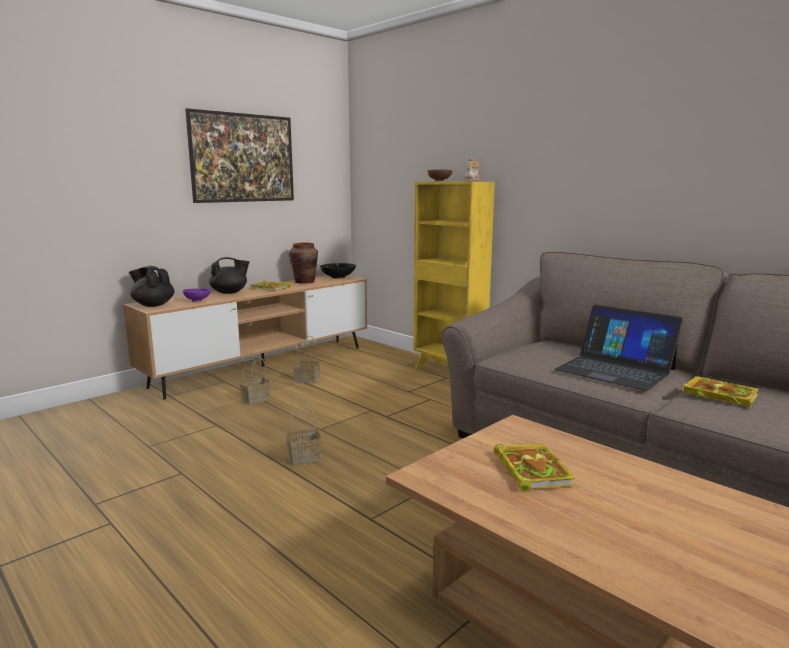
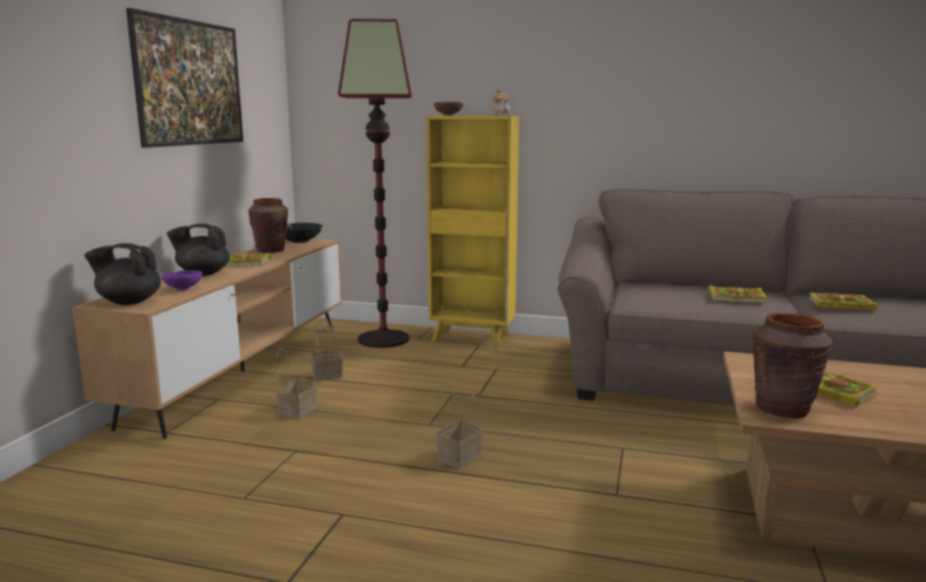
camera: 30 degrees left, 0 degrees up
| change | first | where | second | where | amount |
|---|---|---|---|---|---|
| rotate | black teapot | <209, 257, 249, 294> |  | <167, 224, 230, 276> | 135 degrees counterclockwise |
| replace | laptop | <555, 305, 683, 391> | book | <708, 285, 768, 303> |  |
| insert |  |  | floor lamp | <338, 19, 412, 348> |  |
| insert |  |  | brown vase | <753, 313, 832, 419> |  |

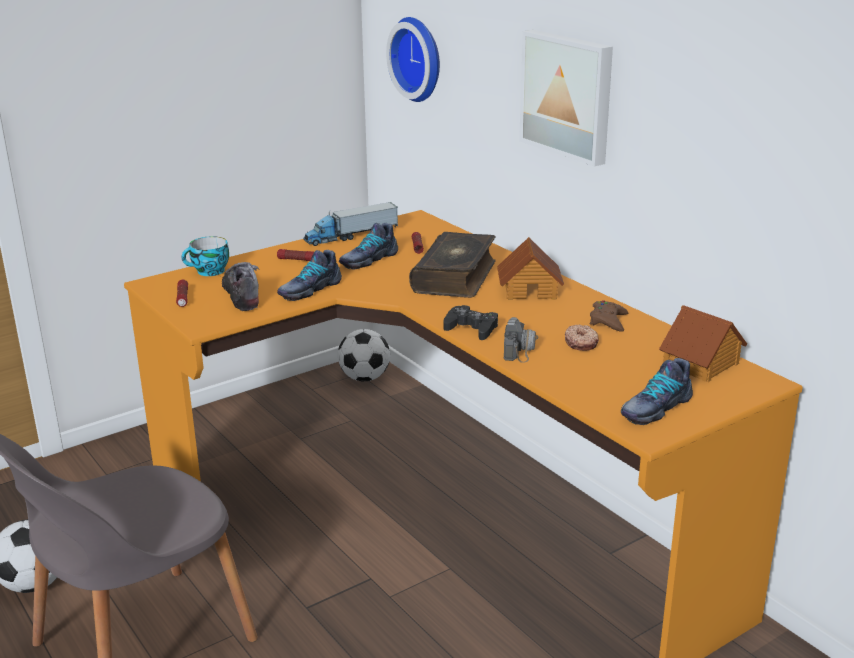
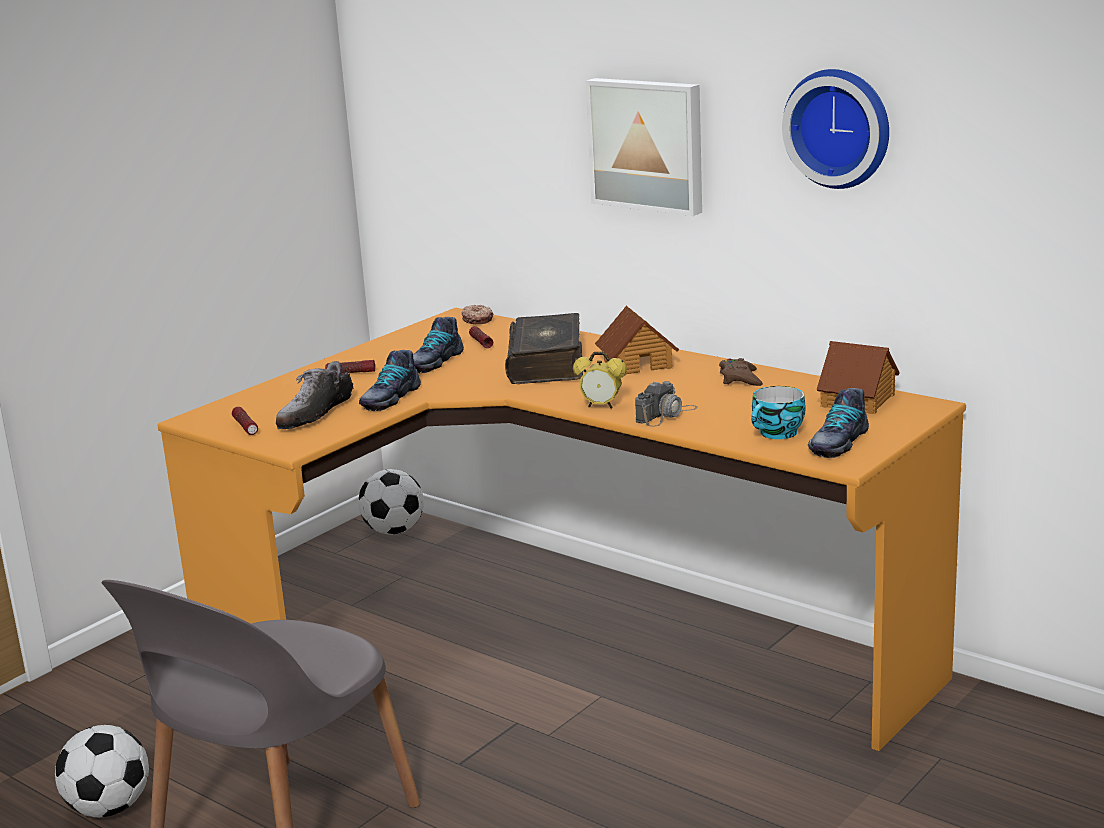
camera: 15 degrees left, 5 degrees down
| change | first | where | second | where | amount |
|---|---|---|---|---|---|
| move | wall clock | <386, 17, 440, 102> |  | <782, 69, 889, 189> |  |
| delete | toy truck | <303, 202, 398, 246> |  |  |  |
| move | cup | <182, 236, 229, 276> |  | <751, 386, 806, 439> |  |
| rotate | shoe | <222, 262, 259, 311> |  | <276, 361, 353, 429> | 120 degrees counterclockwise |
| replace | black game controller | <443, 305, 498, 340> | alarm clock | <573, 352, 627, 409> |  |
| rotate | photo camera | <503, 317, 539, 363> |  | <635, 381, 698, 427> | 45 degrees clockwise |
| move | donut | <565, 324, 599, 351> |  | <462, 305, 493, 324> |  |

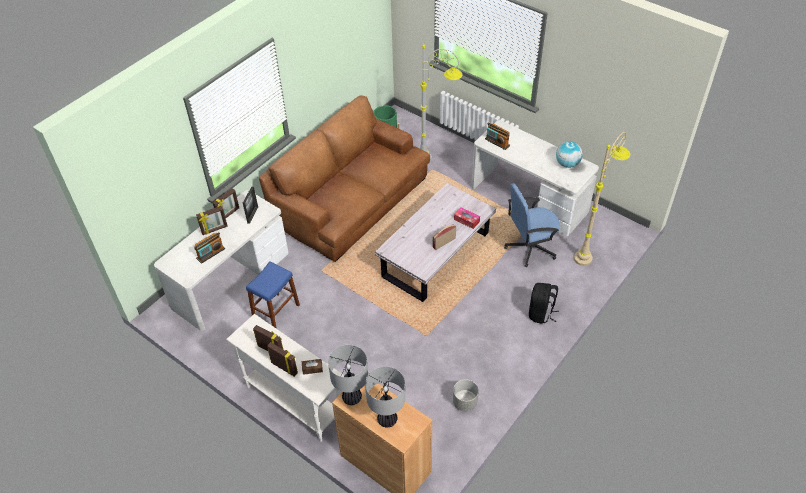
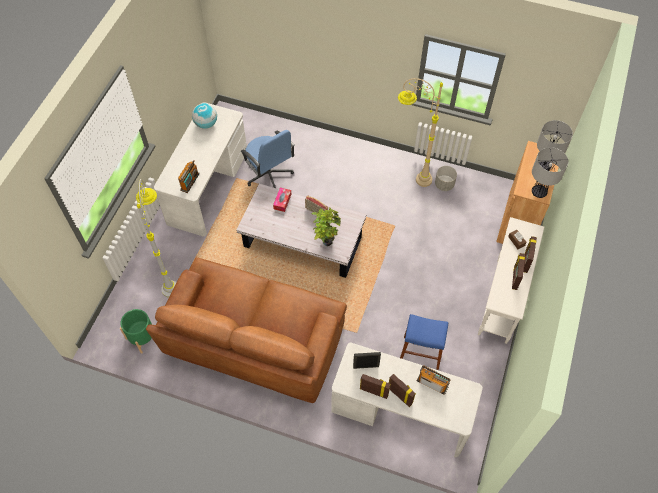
camera: 110 degrees left, 10 degrees up
| change | first | where | second | where | amount |
|---|---|---|---|---|---|
| move | beige floor lamp | <574, 132, 630, 266> |  | <398, 78, 443, 187> |  |
| delete | black backpack | <529, 283, 559, 324> |  |  |  |
| insert |  |  | potted plant | <312, 207, 341, 246> |  |

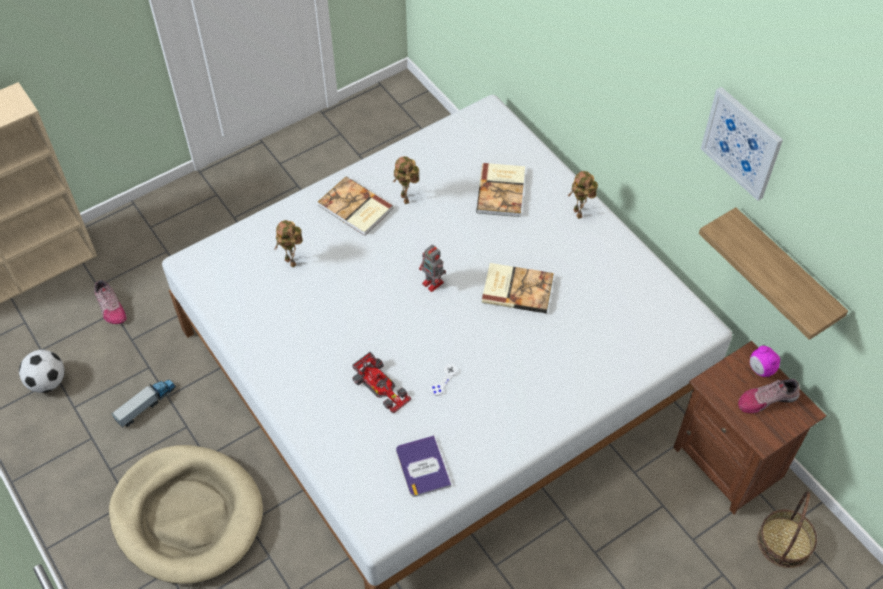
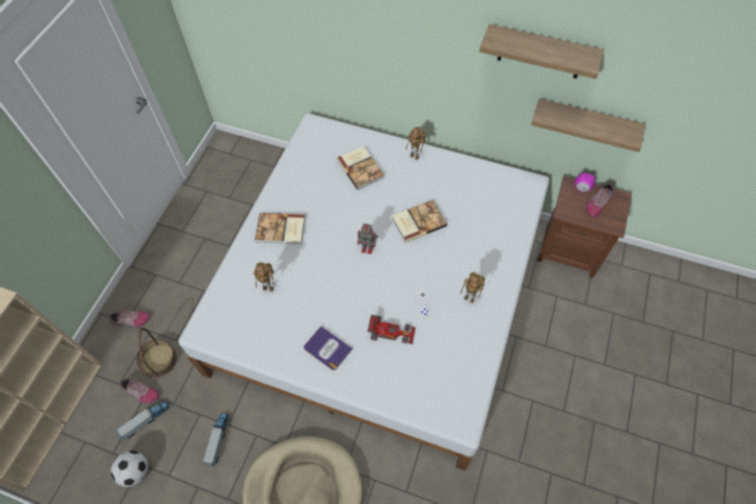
camera: 35 degrees left, 5 degrees up
| change | first | where | second | where | amount |
|---|---|---|---|---|---|
| replace | picture | <701, 87, 783, 201> | shelf | <479, 24, 604, 79> |  |
| move | toy robot | <393, 156, 419, 204> |  | <460, 272, 485, 303> |  |
| move | book | <396, 435, 451, 497> |  | <304, 326, 353, 371> |  |
| move | basket | <757, 491, 817, 568> |  | <137, 328, 177, 378> |  |
| insert |  |  | shoe | <108, 310, 150, 327> |  |
| insert |  |  | toy truck | <116, 401, 170, 440> |  |

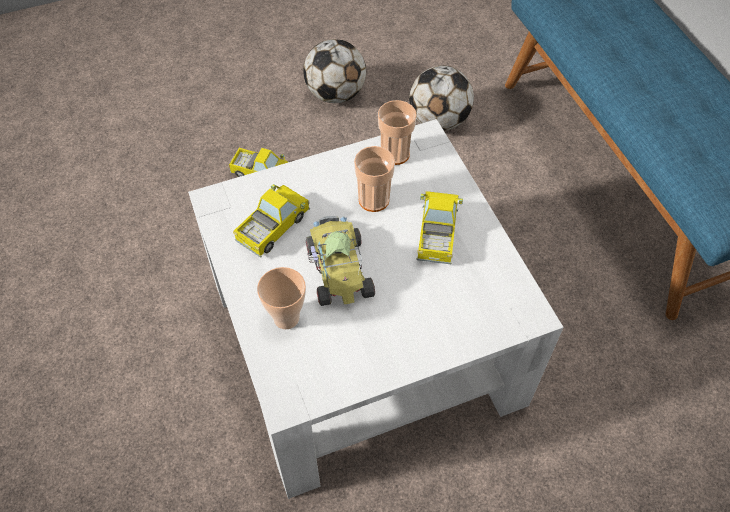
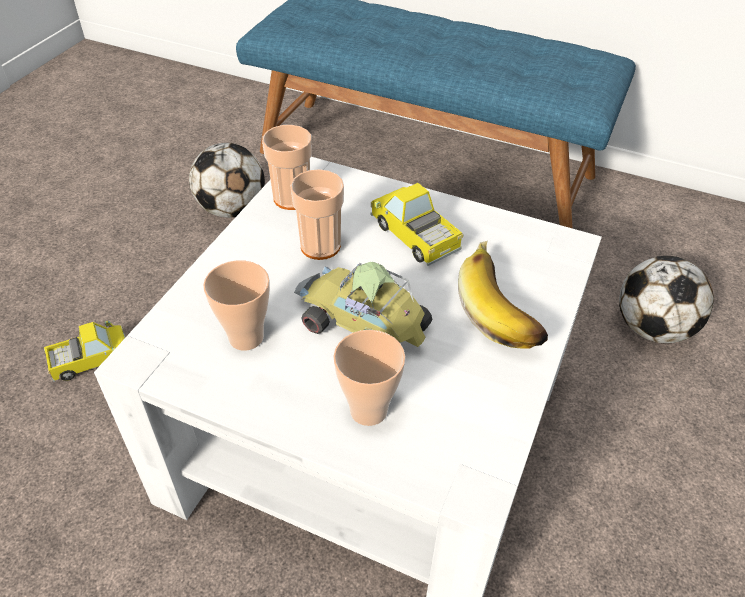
camera: 45 degrees left, 10 degrees down
| change | first | where | second | where | amount |
|---|---|---|---|---|---|
| move | football | <303, 39, 366, 103> |  | <619, 256, 714, 344> |  |
| replace | toy truck | <233, 184, 310, 258> | cup | <203, 260, 270, 351> |  |
| insert |  |  | banana | <458, 241, 548, 349> |  |

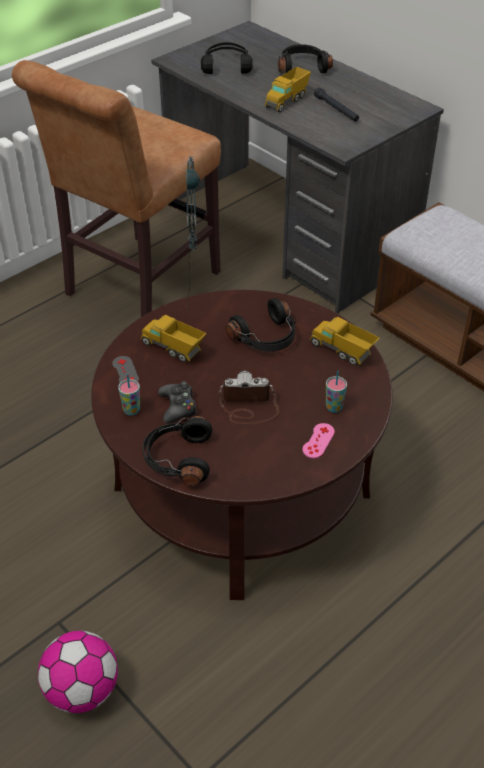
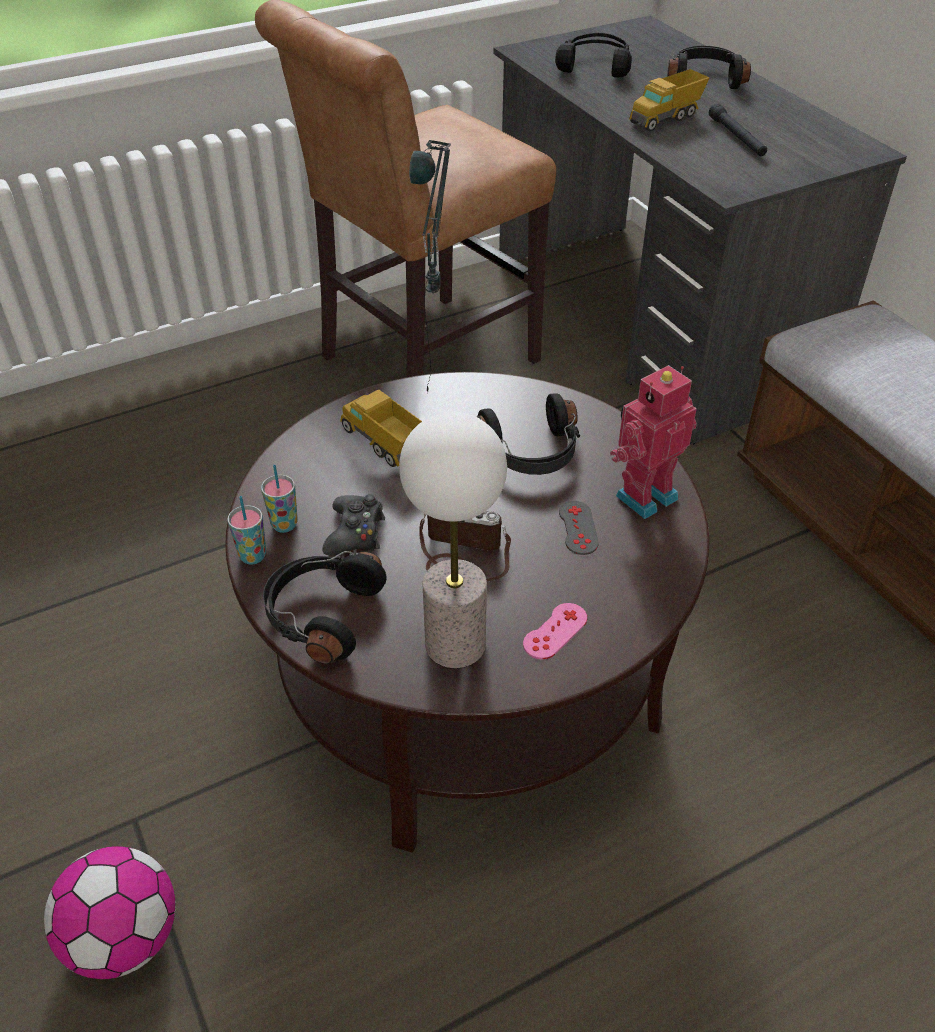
camera: 15 degrees right, 0 degrees up
| change | first | where | second | where | amount |
|---|---|---|---|---|---|
| replace | toy truck | <310, 317, 380, 366> | toy robot | <610, 365, 697, 519> |  |
| move | grey game controller | <112, 356, 139, 383> |  | <559, 501, 599, 555> |  |
| move | cup | <326, 371, 347, 413> |  | <227, 496, 266, 565> |  |
| insert |  |  | table lamp | <399, 412, 507, 668> |  |

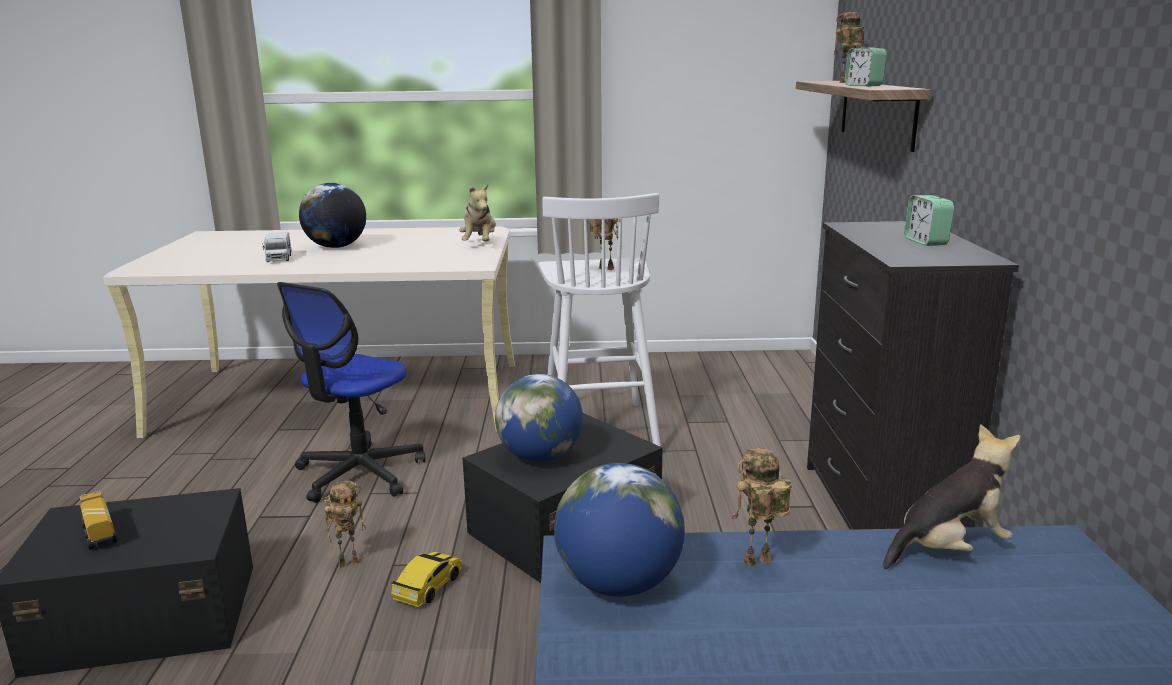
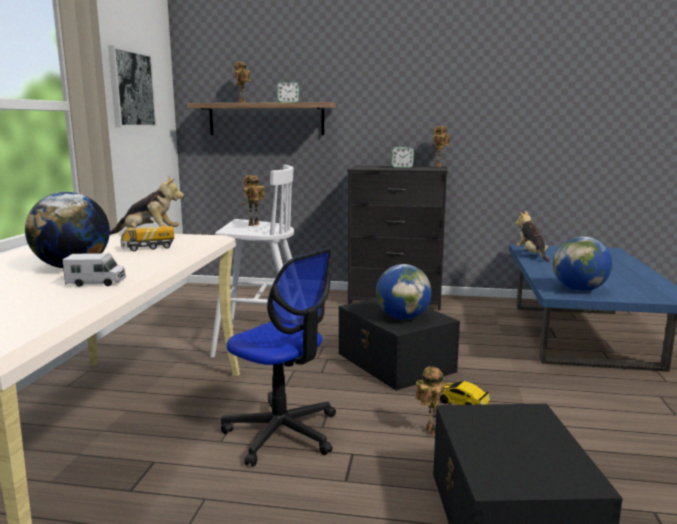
camera: 80 degrees left, 5 degrees down
| change | first | where | second | where | amount |
|---|---|---|---|---|---|
| move | toy robot | <732, 448, 792, 567> |  | <432, 126, 450, 167> |  |
| move | toy truck | <80, 491, 118, 550> |  | <121, 226, 174, 251> |  |
| insert |  |  | picture | <108, 45, 157, 128> |  |

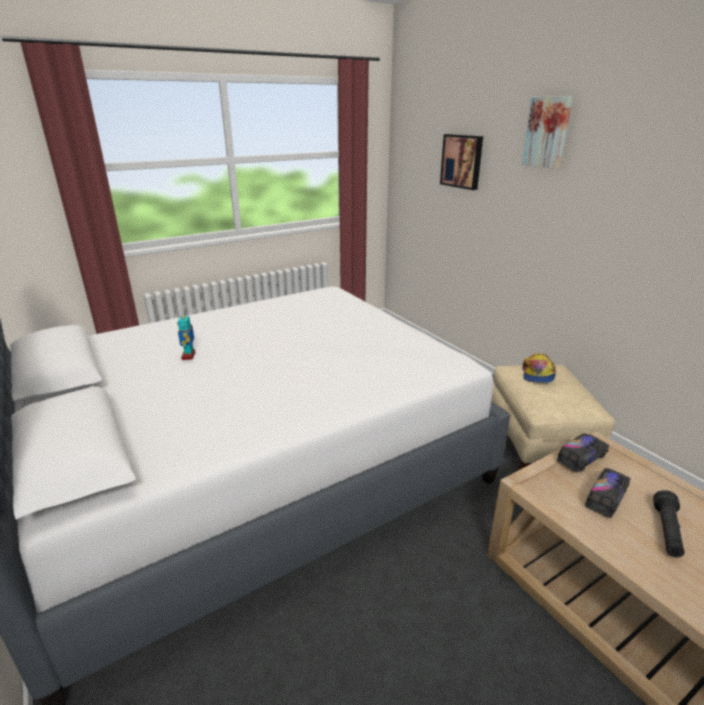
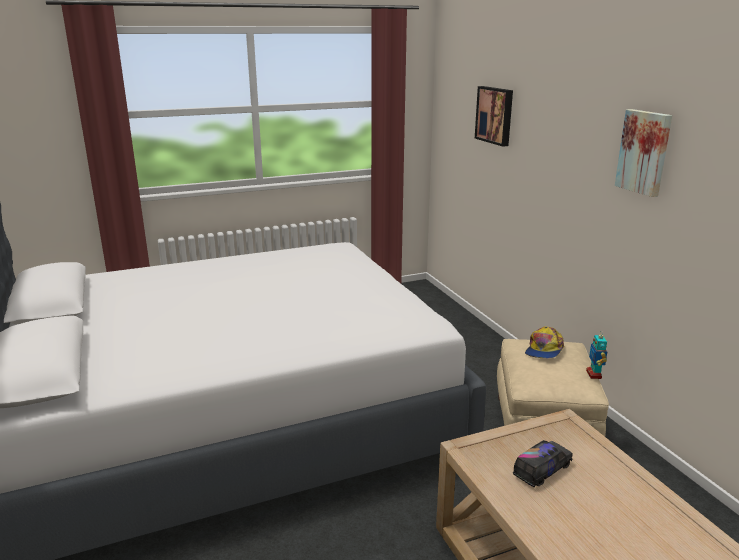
camera: 10 degrees right, 5 degrees down
| change | first | where | second | where | amount |
|---|---|---|---|---|---|
| move | picture | <522, 96, 573, 169> |  | <615, 109, 672, 197> |  |
| move | toy robot | <177, 315, 195, 360> |  | <586, 330, 607, 379> |  |
| delete | toy truck | <557, 433, 609, 472> |  |  |  |
| delete | black flashlight | <653, 490, 684, 557> |  |  |  |

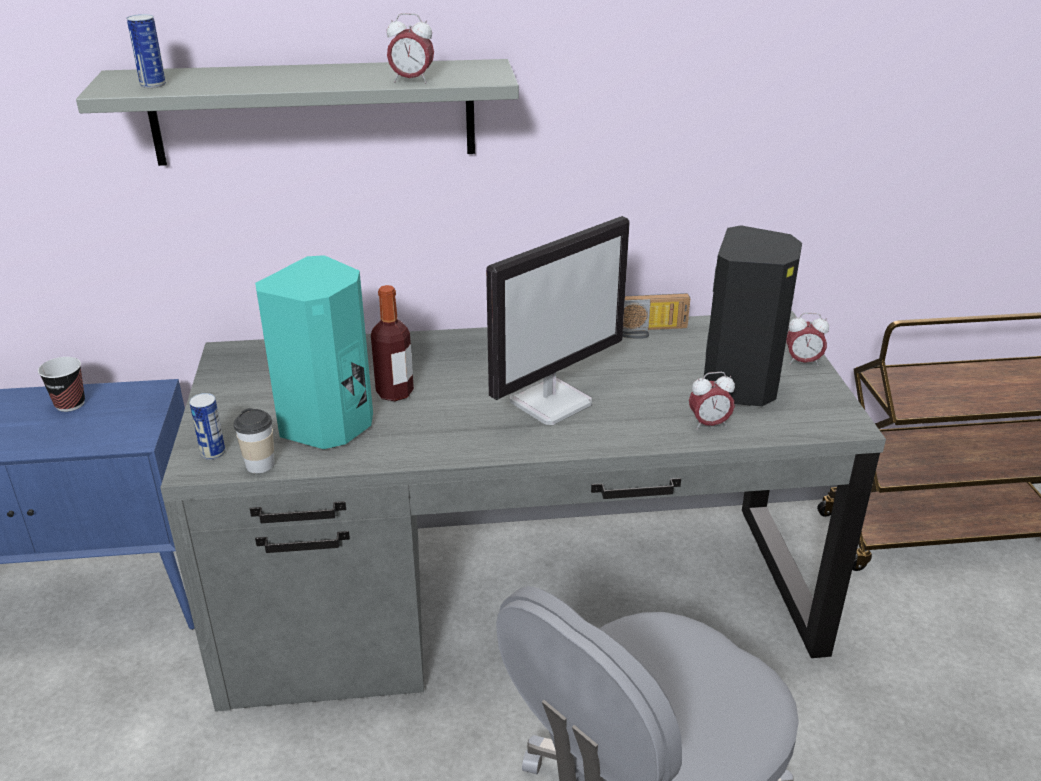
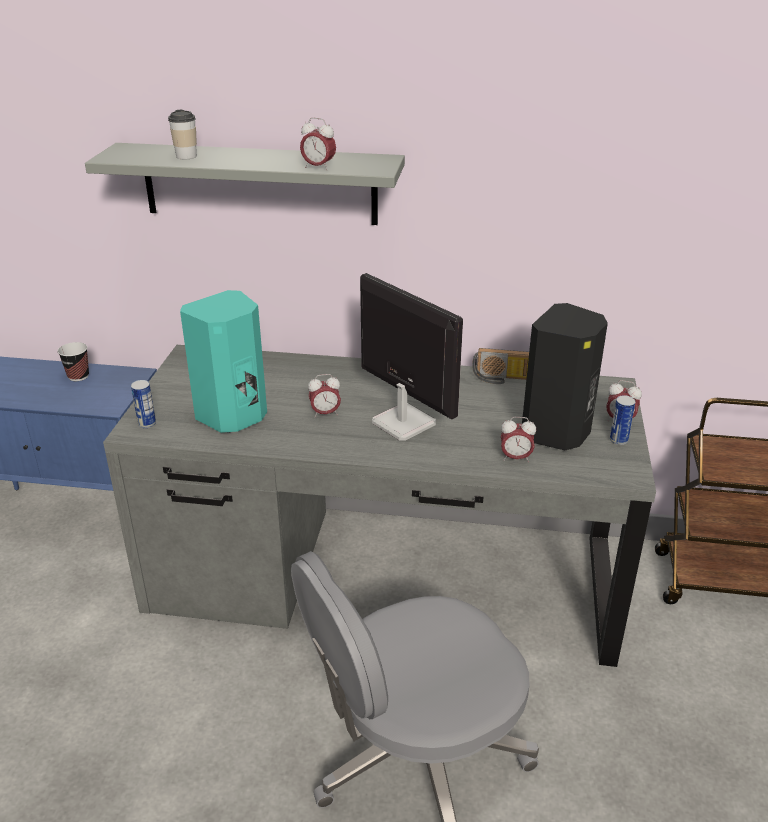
camera: 15 degrees right, 0 degrees up
| change | first | where | second | where | amount |
|---|---|---|---|---|---|
| move | can | <127, 14, 166, 88> |  | <610, 395, 636, 445> |  |
| rotate | monitor | <486, 216, 630, 425> |  | <360, 273, 463, 441> | 105 degrees counterclockwise |
| delete | bottle | <371, 285, 414, 401> |  |  |  |
| move | cup | <234, 408, 274, 474> |  | <168, 110, 197, 159> |  |
| insert |  |  | alarm clock | <308, 374, 341, 418> |  |

